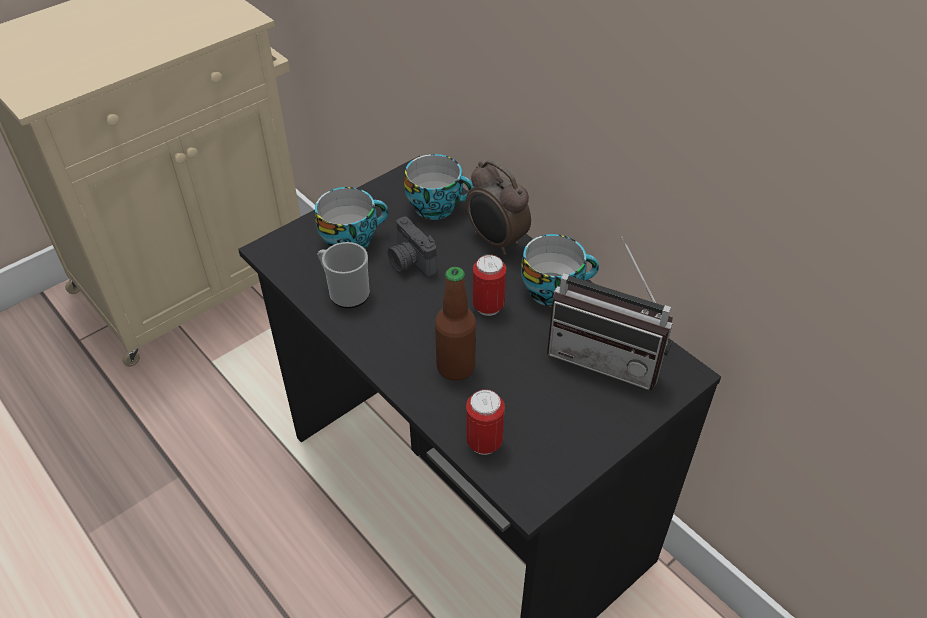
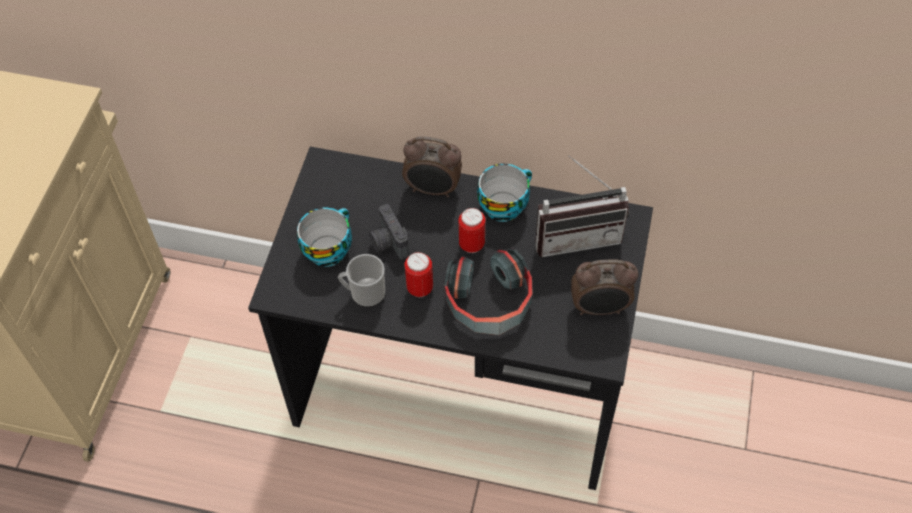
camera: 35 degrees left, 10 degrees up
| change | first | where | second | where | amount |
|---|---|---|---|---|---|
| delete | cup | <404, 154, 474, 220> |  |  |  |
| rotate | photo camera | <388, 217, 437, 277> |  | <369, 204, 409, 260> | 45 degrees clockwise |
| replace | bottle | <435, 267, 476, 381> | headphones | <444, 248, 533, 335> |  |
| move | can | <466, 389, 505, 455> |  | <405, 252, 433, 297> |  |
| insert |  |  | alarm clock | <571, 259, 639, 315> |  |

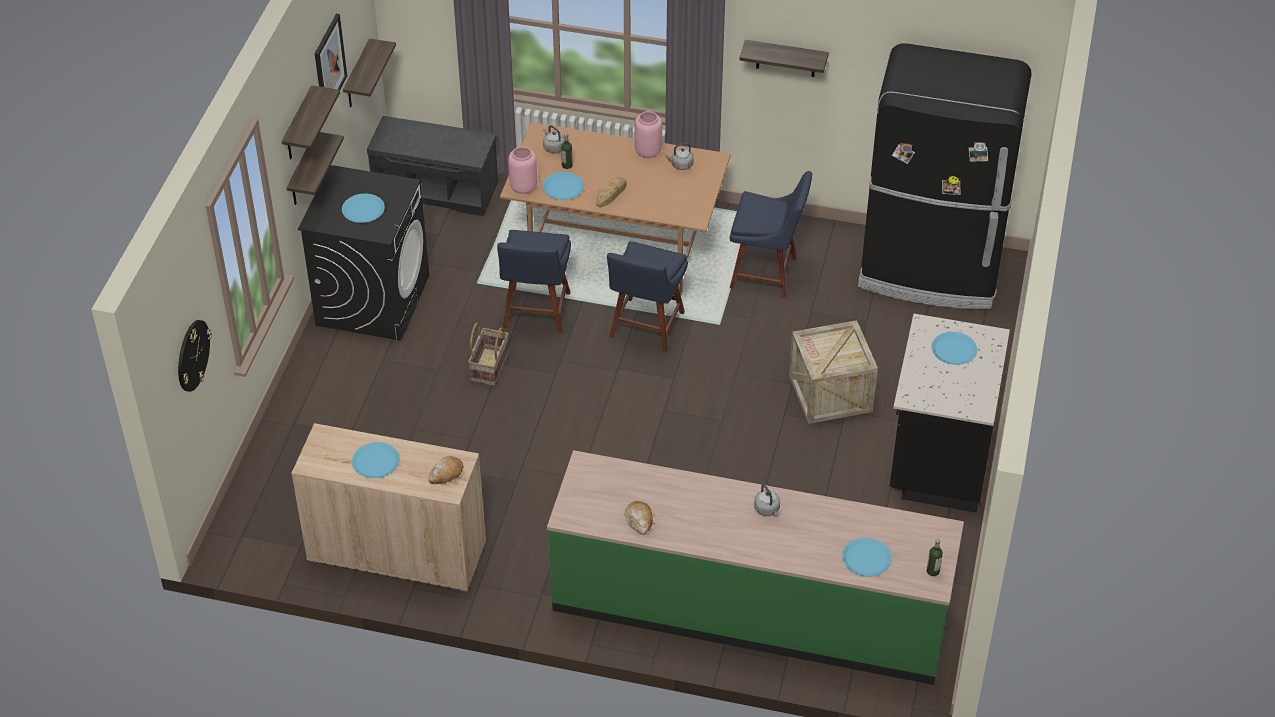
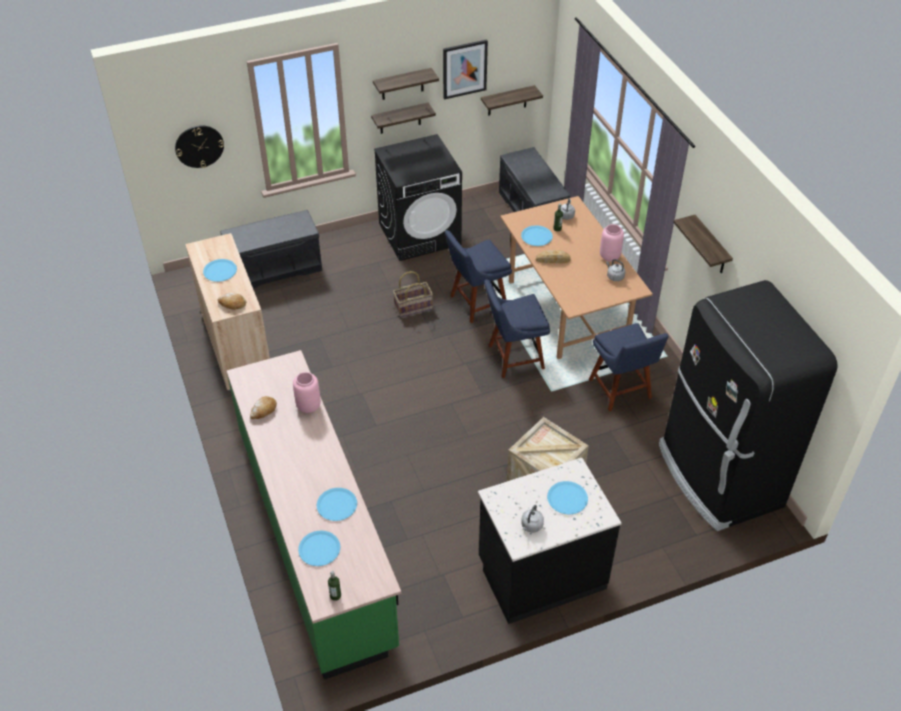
camera: 55 degrees right, 0 degrees up
| change | first | where | second | where | amount |
|---|---|---|---|---|---|
| move | pink vase | <508, 146, 537, 194> |  | <293, 372, 321, 413> |  |
| move | blue plate | <342, 194, 385, 223> |  | <317, 488, 357, 521> |  |
| move | grey kettle | <754, 484, 780, 516> |  | <521, 505, 544, 532> |  |
| insert |  |  | grey bench | <220, 210, 322, 288> |  |

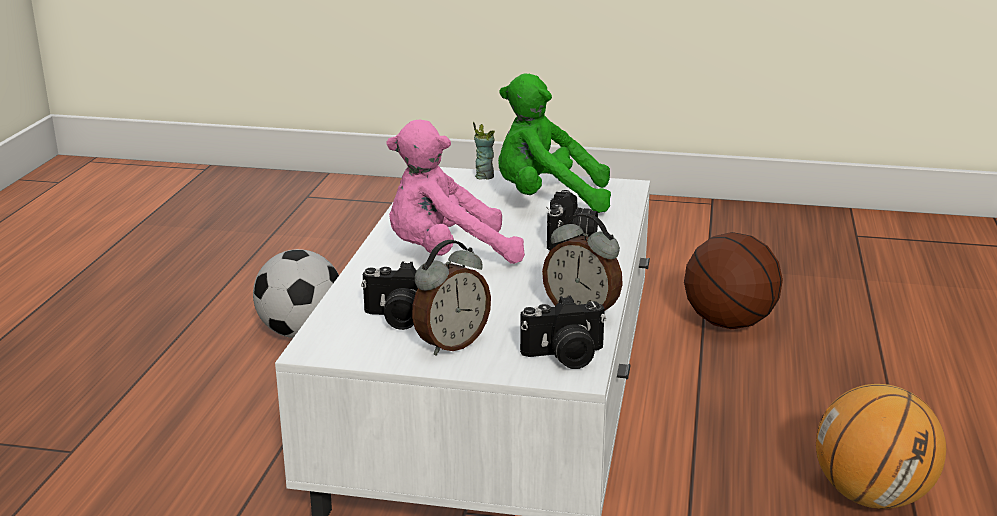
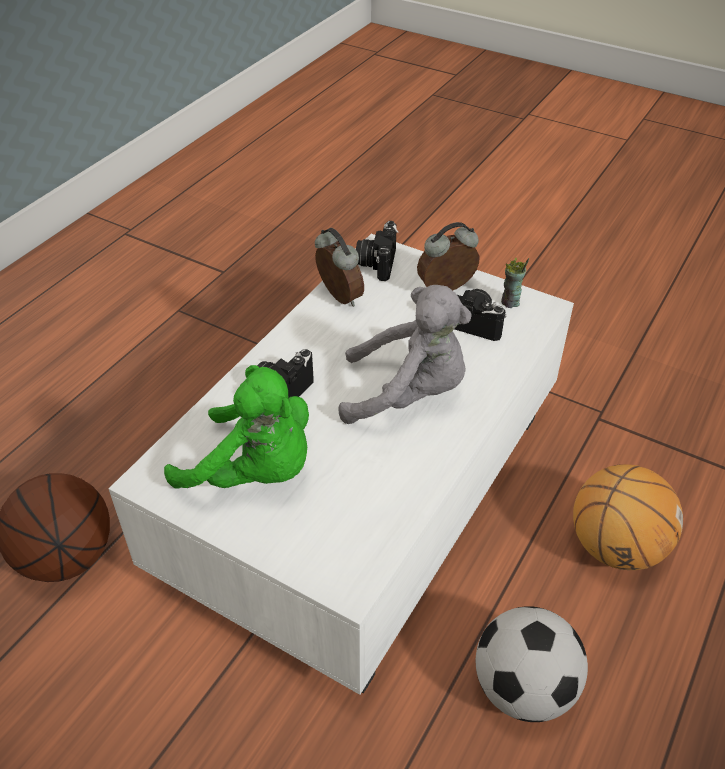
camera: 160 degrees left, 20 degrees up
| change | first | where | second | where | amount |
|---|---|---|---|---|---|
| recolor | pink plush toy | <386, 119, 525, 264> | grey plush toy | <338, 285, 472, 424> |  |
| move | cup | <473, 122, 495, 180> |  | <501, 258, 529, 308> |  |
| rotate | photo camera | <520, 296, 606, 369> |  | <356, 221, 399, 281> | 90 degrees counterclockwise |
| move | basketball | <816, 384, 946, 509> |  | <573, 464, 683, 570> |  |

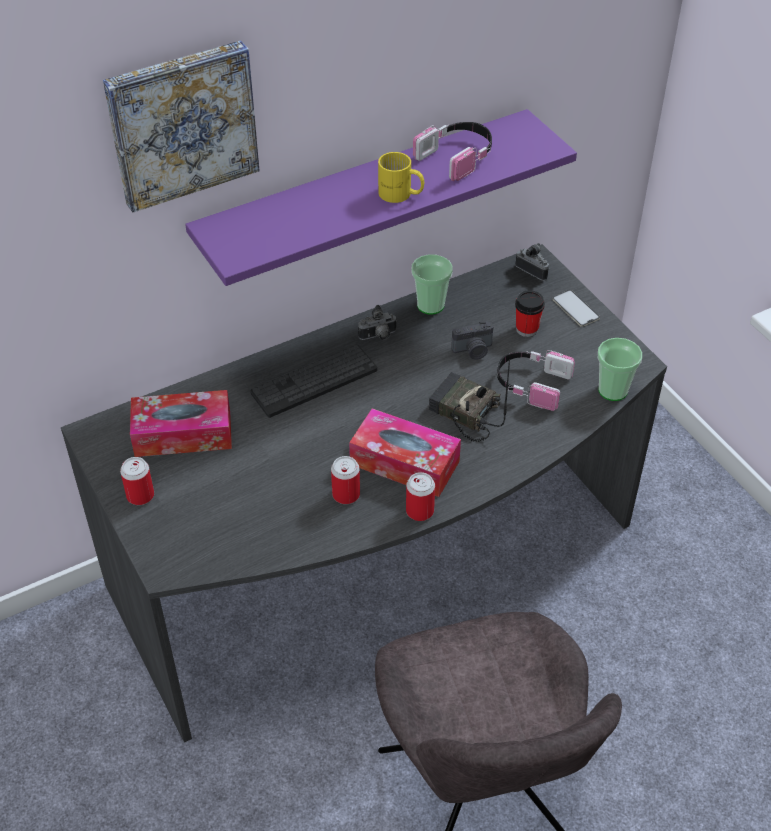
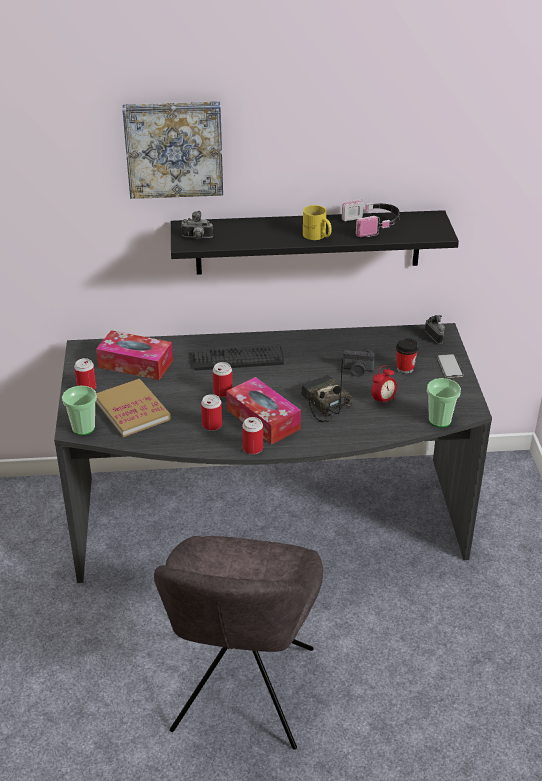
camera: 25 degrees right, 10 degrees down
| change | first | where | second | where | amount |
|---|---|---|---|---|---|
| recolor | purple shelf | <185, 109, 577, 286> | black shelf | <171, 210, 459, 275> |  |
| move | cup | <412, 254, 453, 314> |  | <62, 386, 97, 435> |  |
| move | photo camera | <358, 305, 397, 340> |  | <181, 211, 213, 239> |  |
| replace | headphones | <497, 350, 575, 411> | alarm clock | <372, 365, 397, 407> |  |
| insert |  |  | can | <213, 362, 233, 397> |  |
| insert |  |  | book | <96, 379, 171, 437> |  |

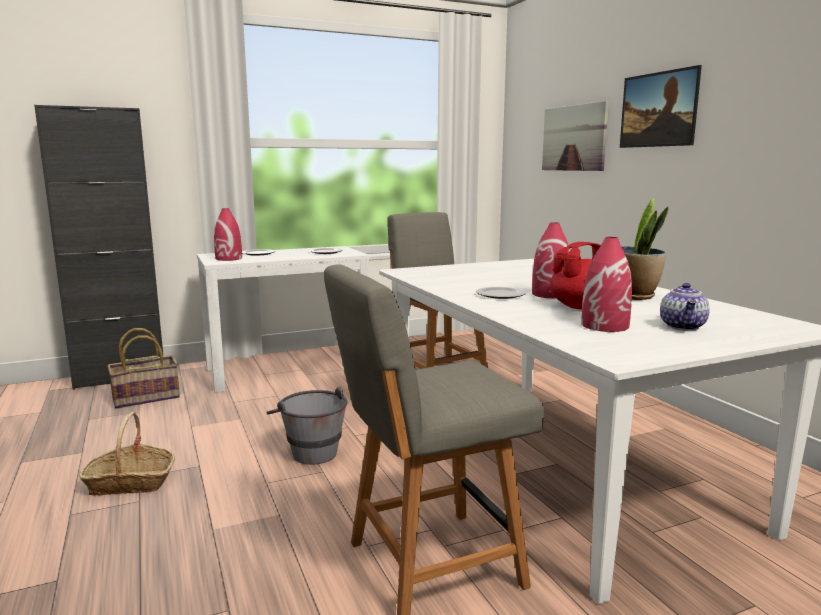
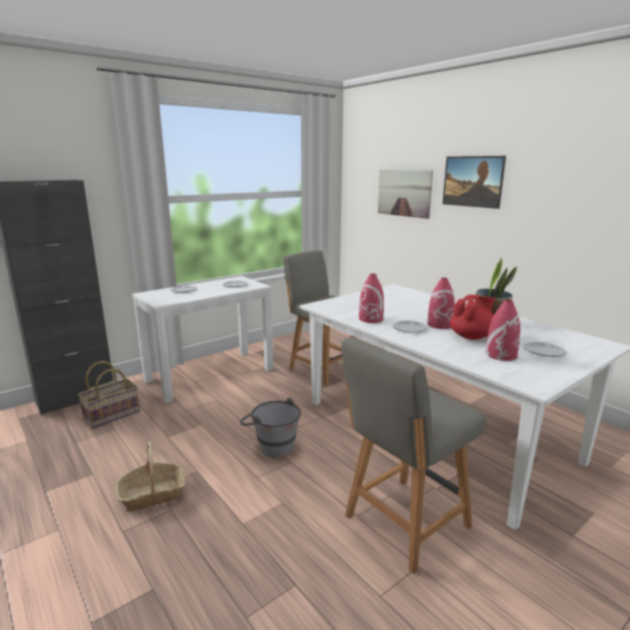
camera: 15 degrees left, 5 degrees up
| change | first | where | second | where | amount |
|---|---|---|---|---|---|
| move | red vase | <214, 208, 242, 261> |  | <359, 273, 384, 323> |  |
| replace | teapot | <660, 283, 710, 331> | plate | <524, 342, 566, 357> |  |

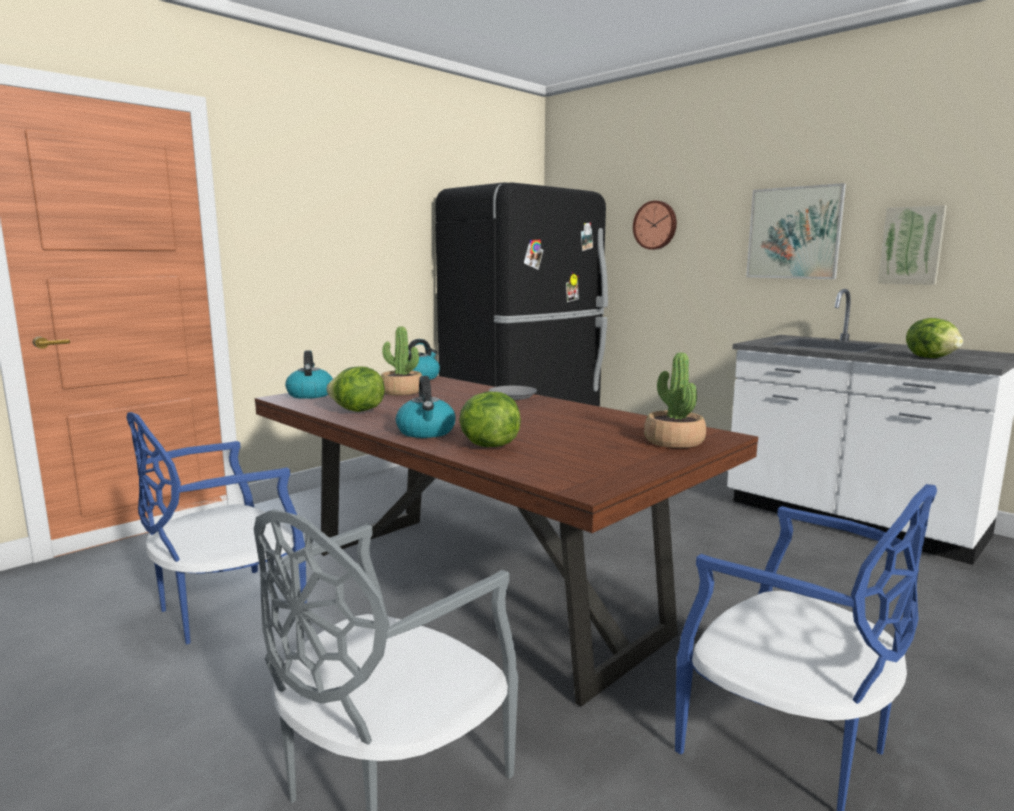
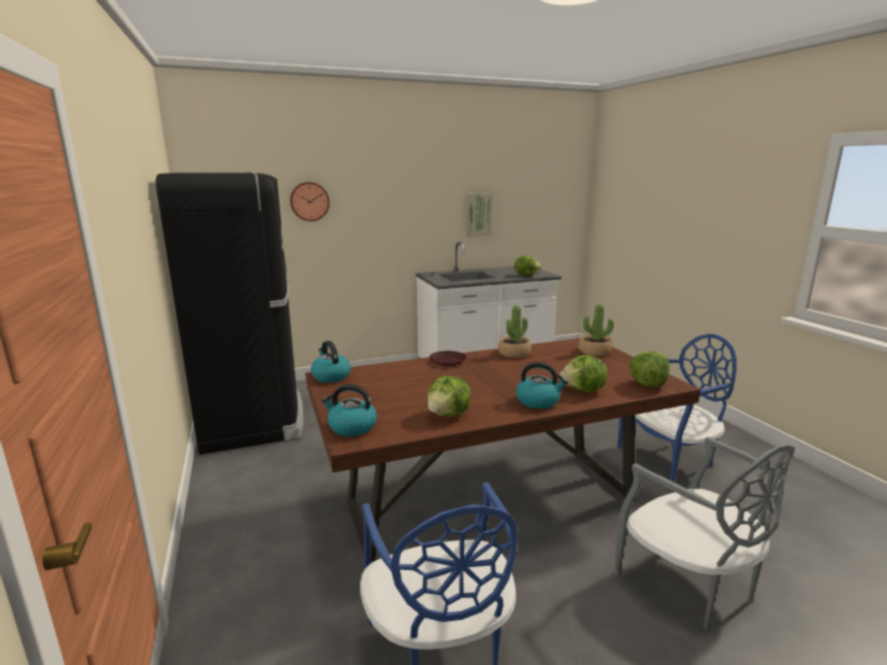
camera: 65 degrees left, 5 degrees up
| change | first | where | second | where | amount |
|---|---|---|---|---|---|
| delete | picture | <746, 183, 846, 279> |  |  |  |
| move | potted plant | <381, 326, 422, 396> |  | <498, 305, 531, 358> |  |
| recolor | grey plate | <489, 386, 537, 400> | brown plate | <429, 351, 466, 366> |  |
| insert |  |  | lettuce | <629, 352, 670, 387> |  |

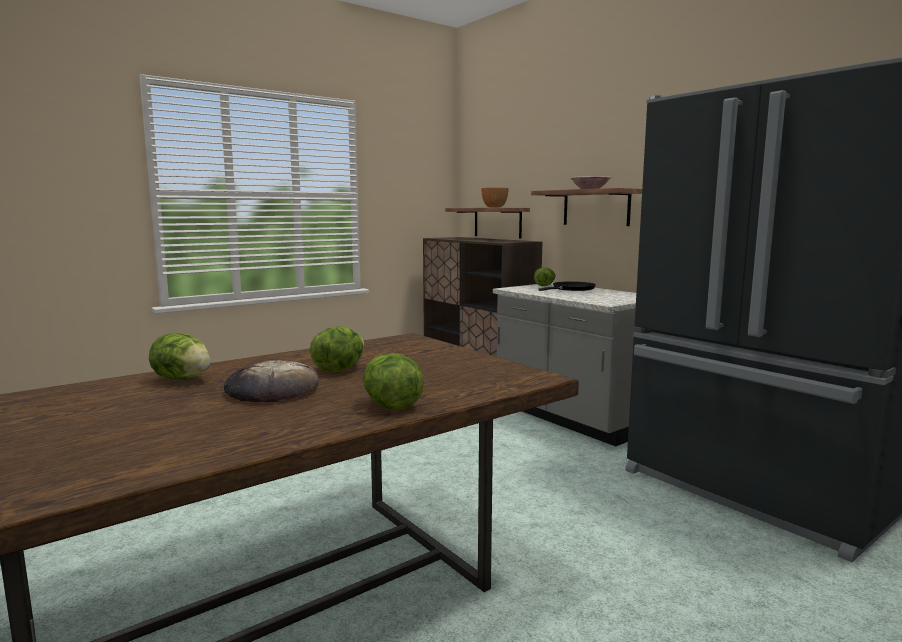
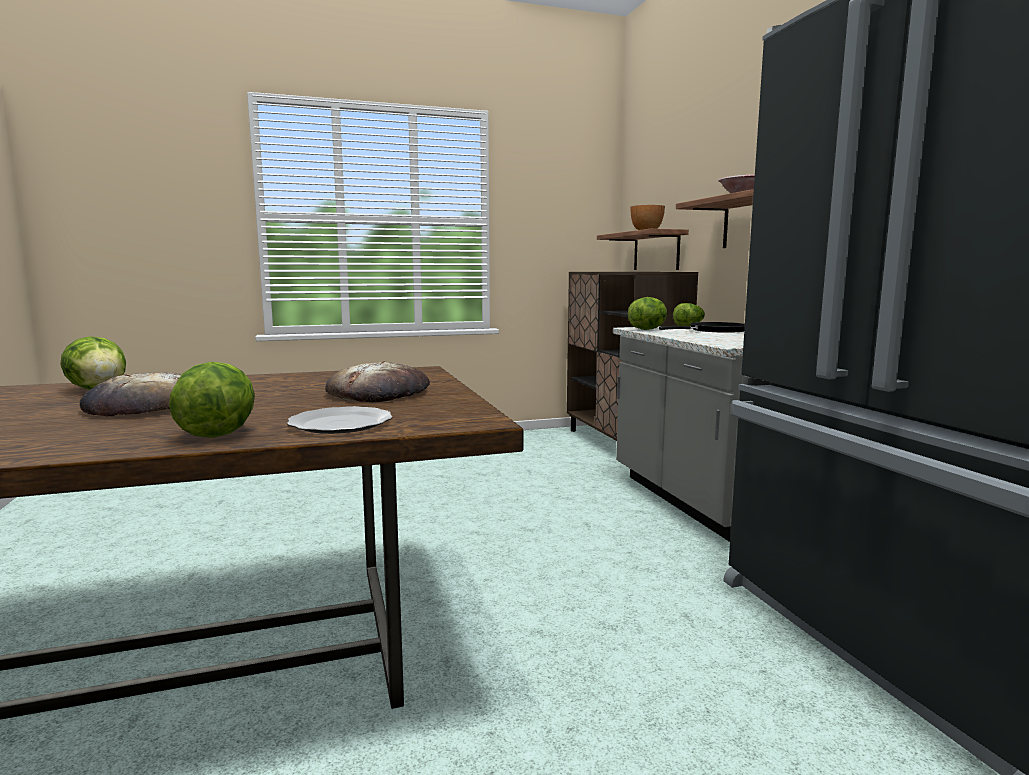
camera: 20 degrees right, 0 degrees up
| change | first | where | second | where | amount |
|---|---|---|---|---|---|
| move | lettuce | <310, 326, 364, 372> |  | <628, 297, 667, 330> |  |
| insert |  |  | bread | <325, 361, 430, 402> |  |
| insert |  |  | plate | <287, 406, 393, 434> |  |

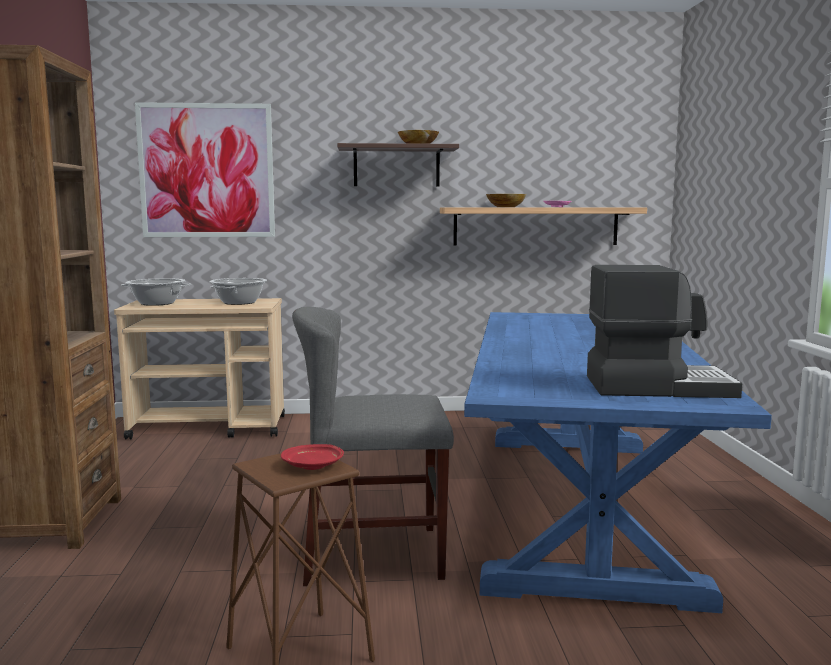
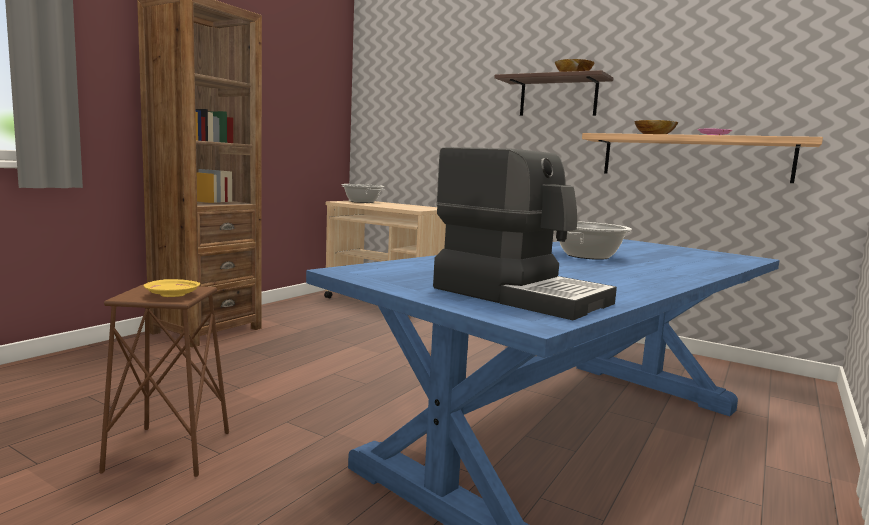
camera: 35 degrees right, 0 degrees up
| change | first | where | second | where | amount |
|---|---|---|---|---|---|
| delete | picture | <135, 102, 275, 237> |  |  |  |
| move | cooking pot | <209, 278, 267, 305> |  | <555, 221, 632, 260> |  |
| delete | grey chair | <292, 307, 454, 586> |  |  |  |
| recolor | red plate | <281, 444, 344, 470> | yellow plate | <144, 279, 200, 297> |  |

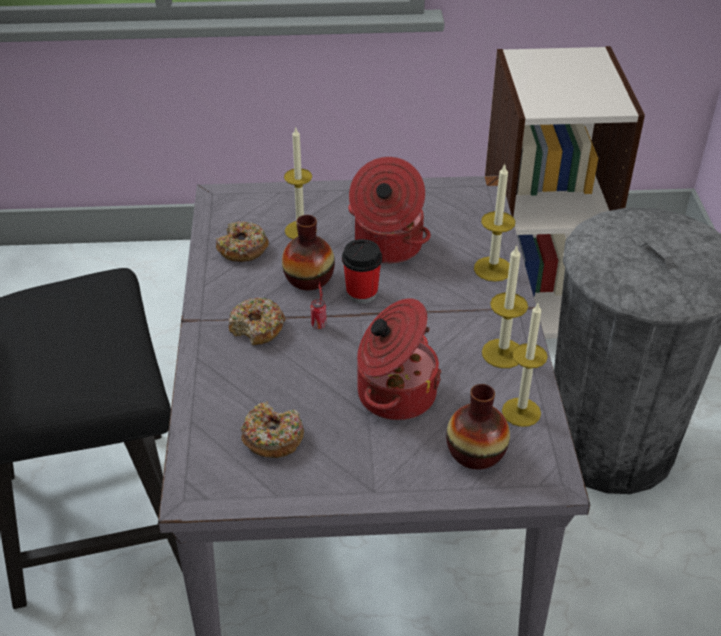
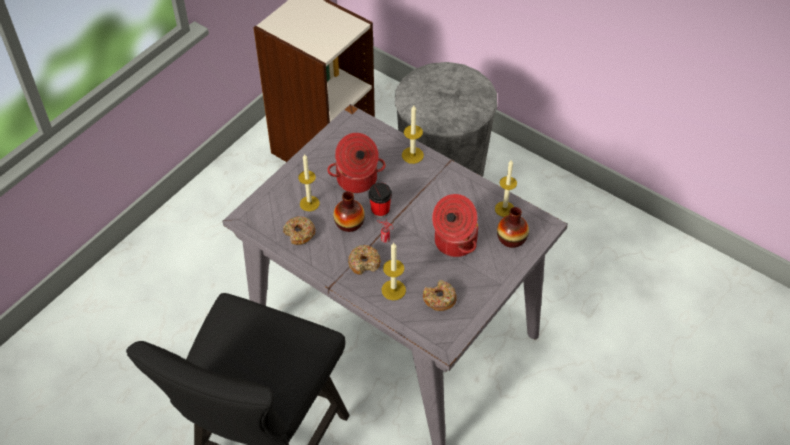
camera: 50 degrees left, 10 degrees up
| change | first | where | second | where | amount |
|---|---|---|---|---|---|
| move | candle | <482, 245, 528, 368> |  | <382, 243, 406, 300> |  |

